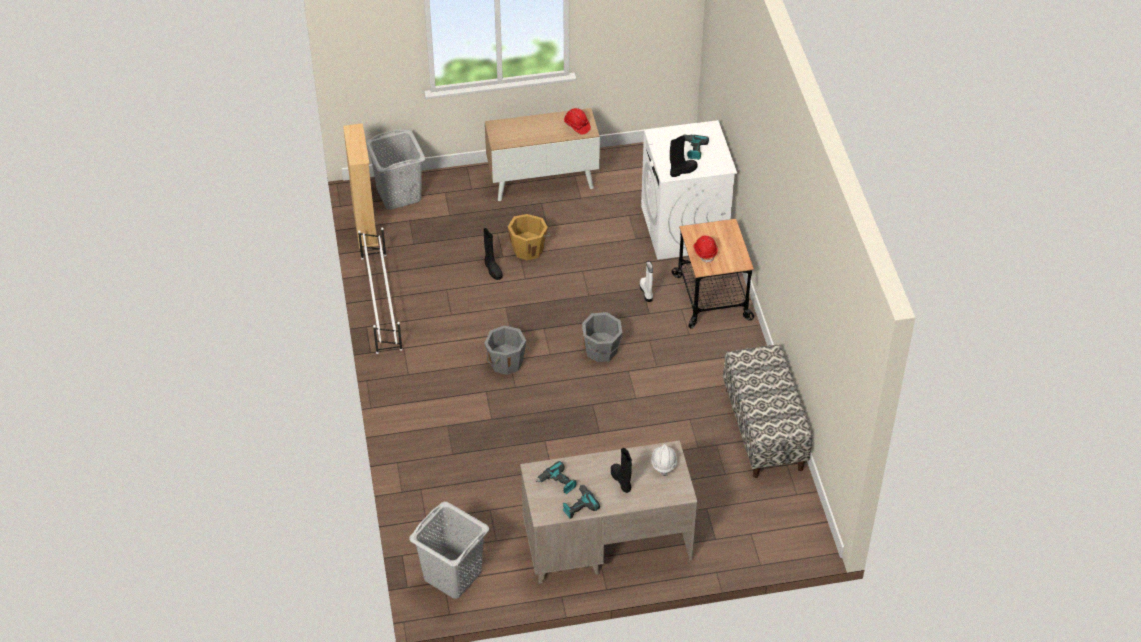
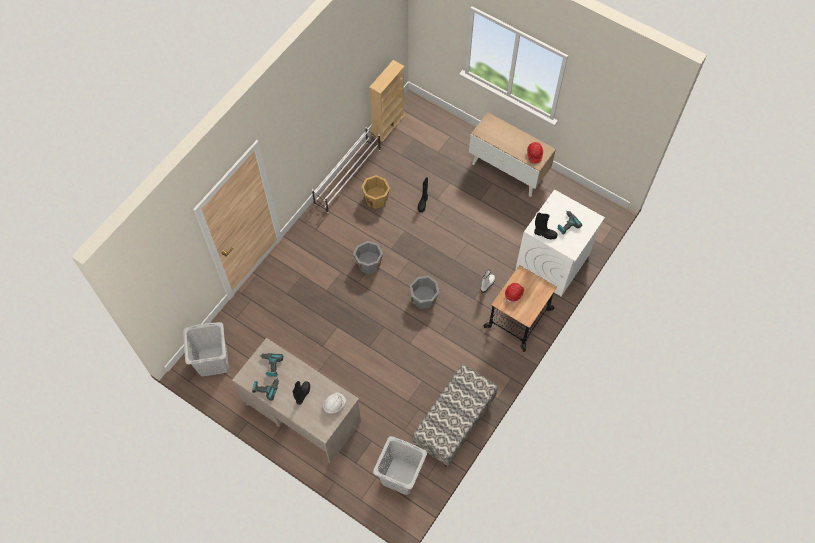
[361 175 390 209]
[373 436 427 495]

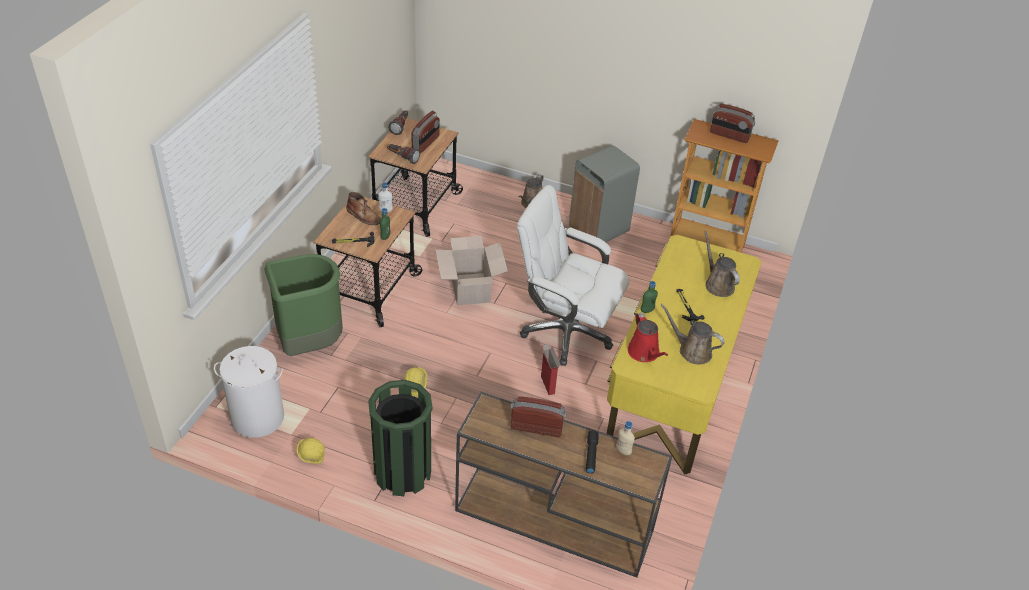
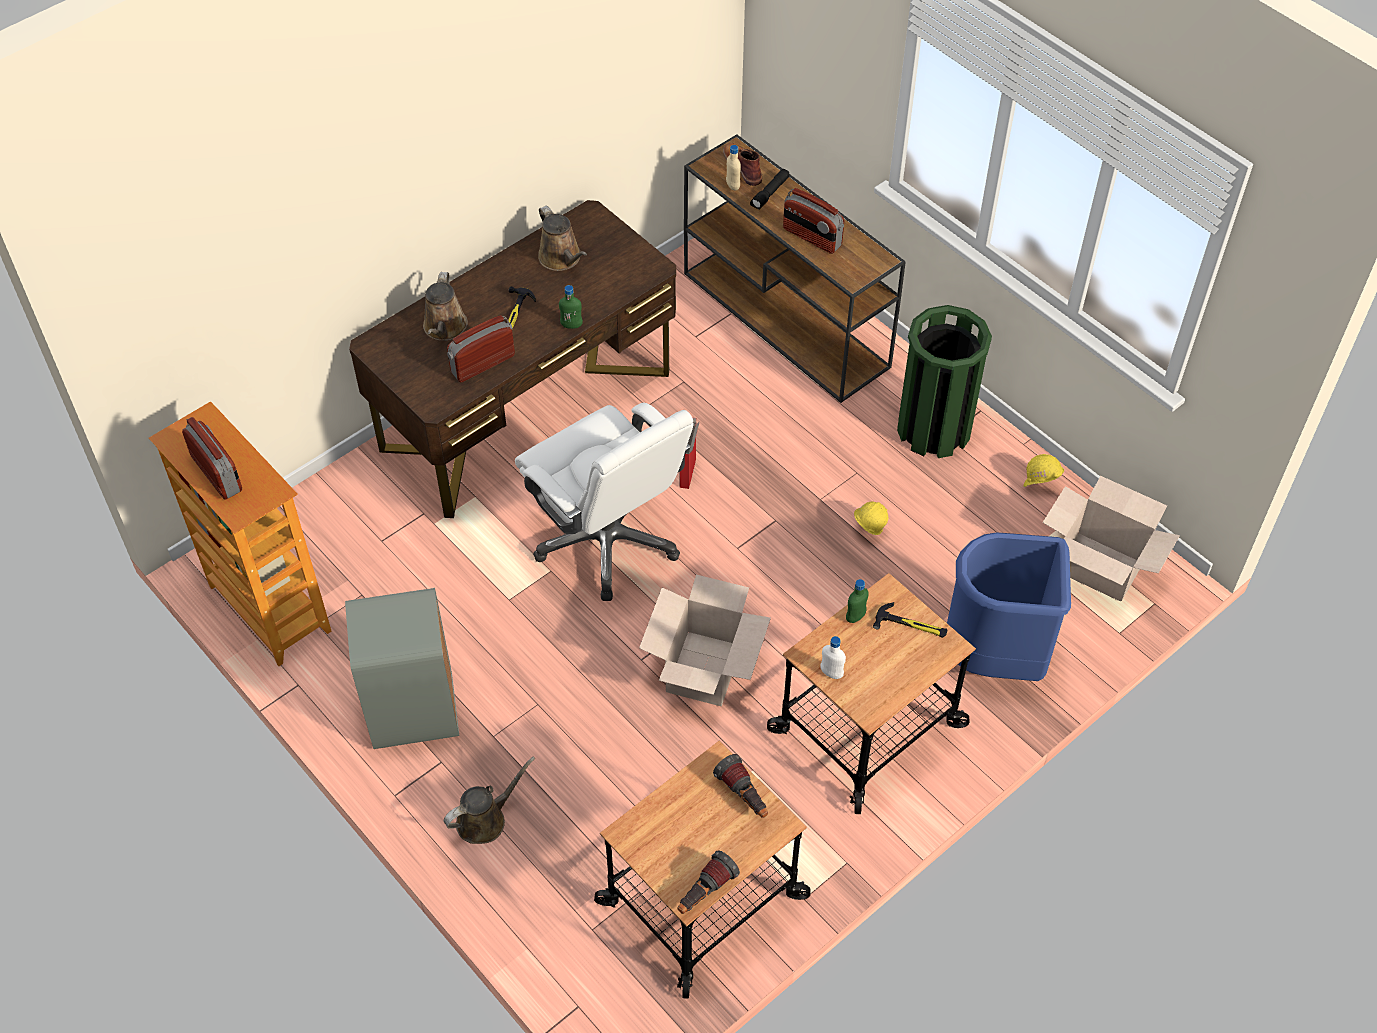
[349 200 676 518]
[447 315 515 382]
[723 143 762 186]
[947 532 1071 681]
[1043 476 1180 602]
[627 312 668 362] (first image)

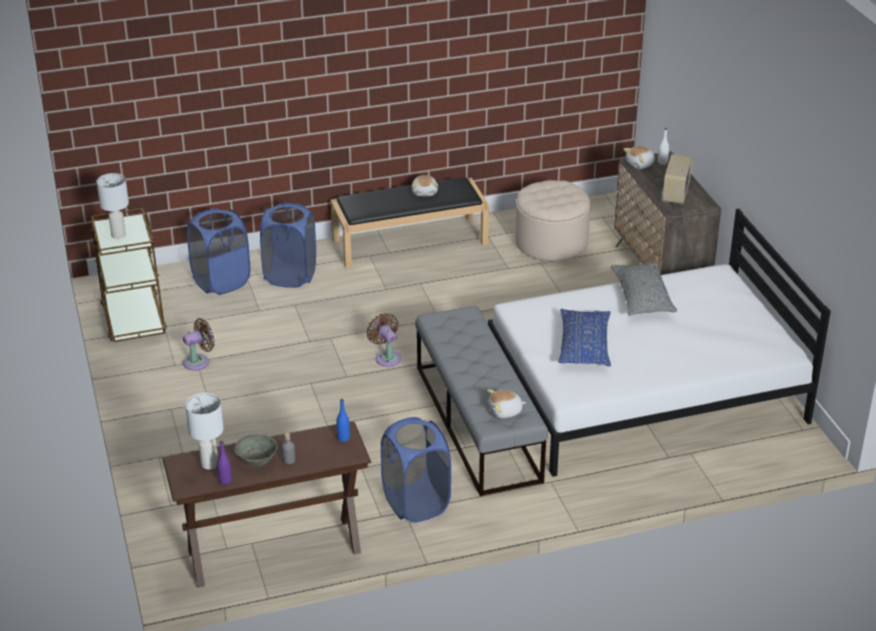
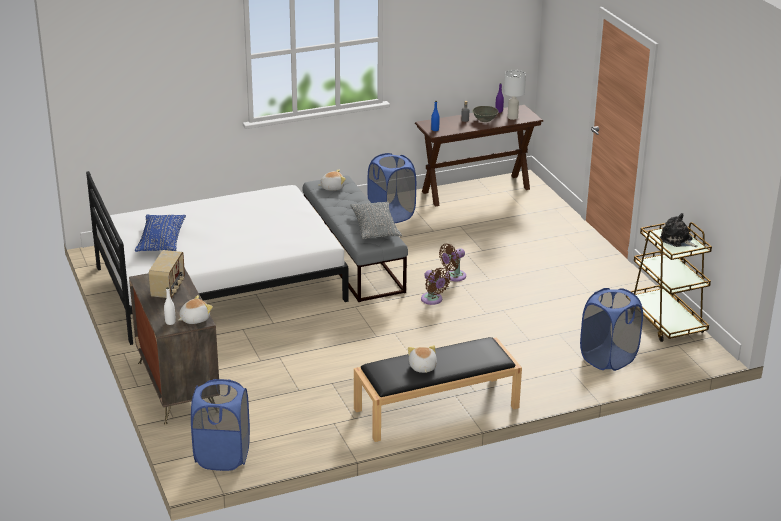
[135 214 186 252]
[191 379 250 471]
[350 201 402 239]
[439 244 466 281]
[660 213 698 247]
[515 180 591 261] (first image)

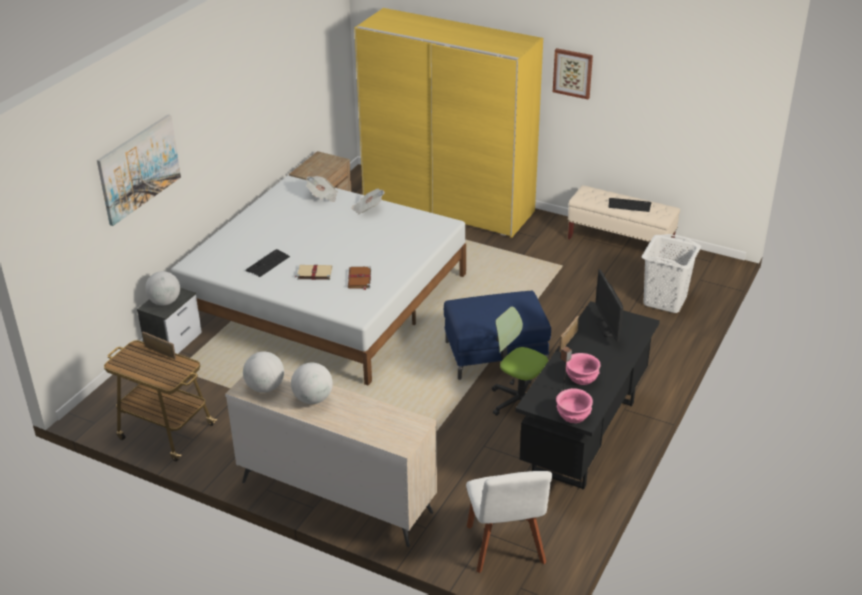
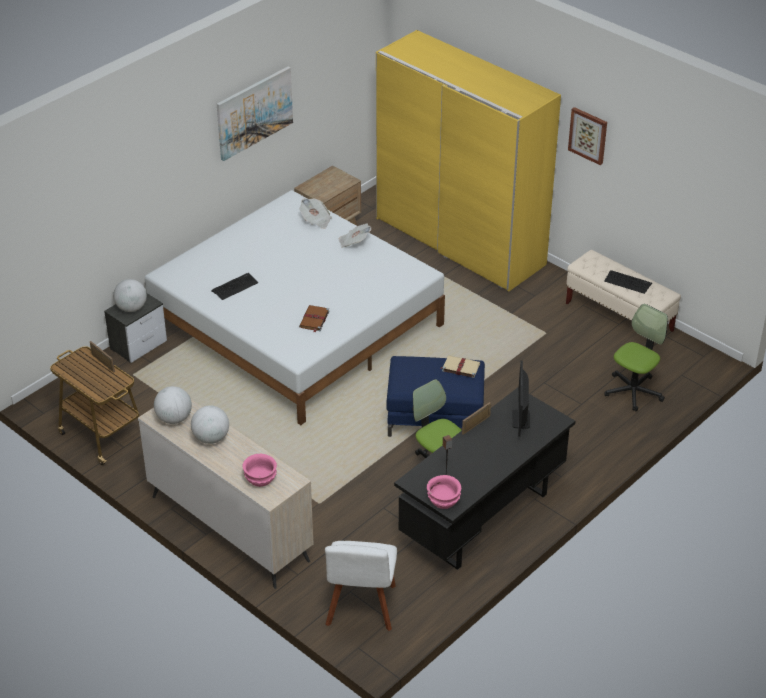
[217 67 293 161]
[242 454 277 487]
[441 355 480 378]
[604 304 668 412]

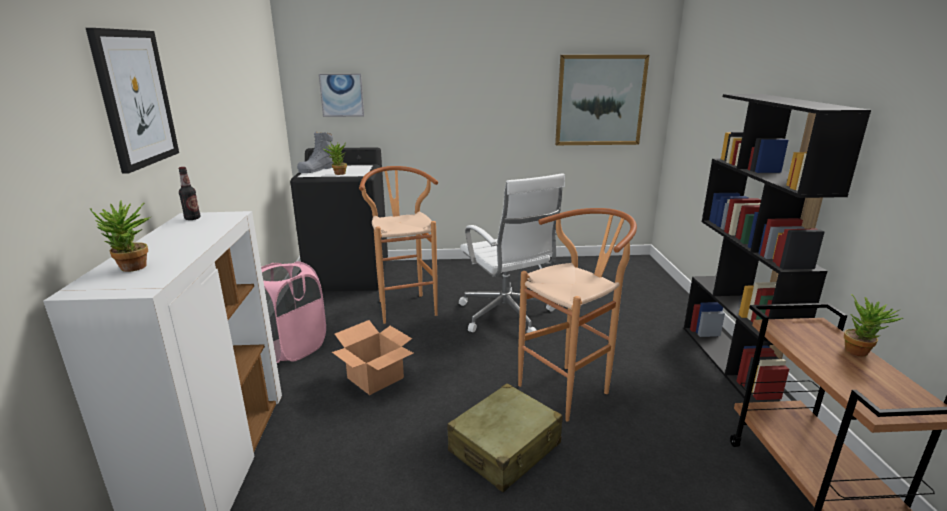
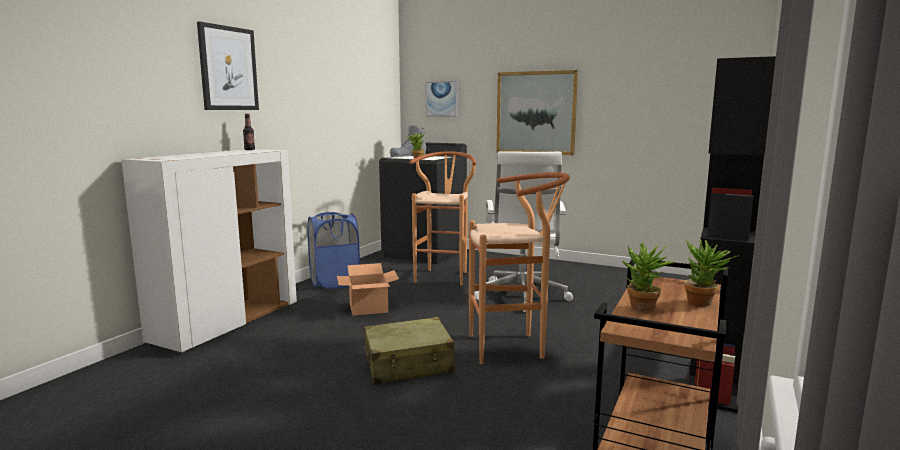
[307 212 360 289]
[496 70 578 155]
[621 241 675 312]

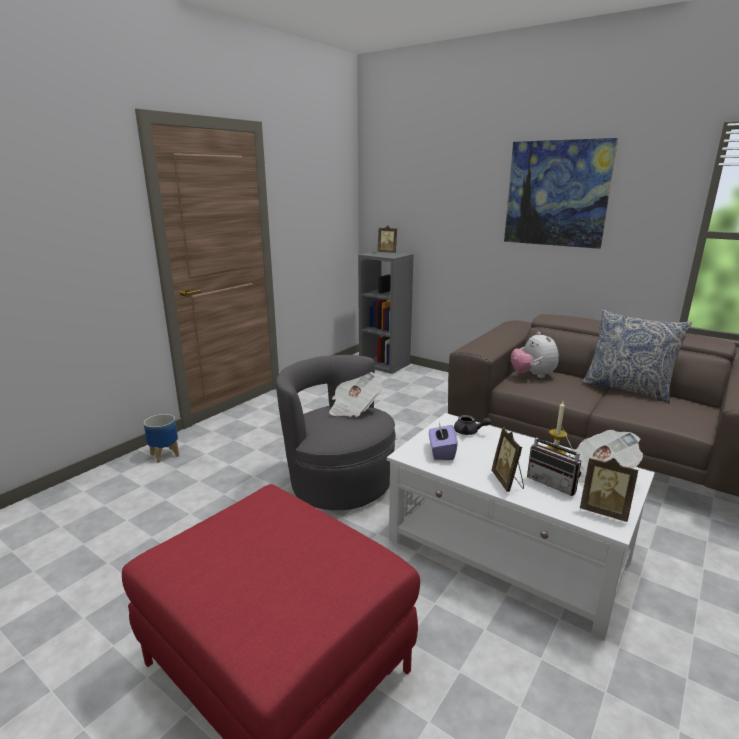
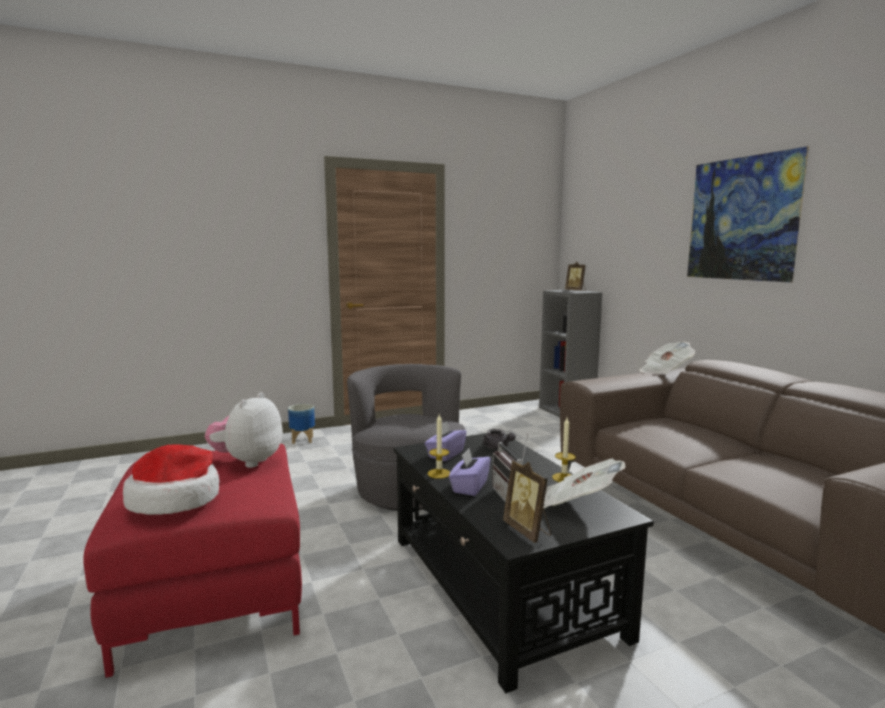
[123 445 219 515]
[205 392 283 468]
[393 433 654 693]
[428 414 450 479]
[449 448 490 496]
[640 342 695 374]
[582 310 692 403] (first image)

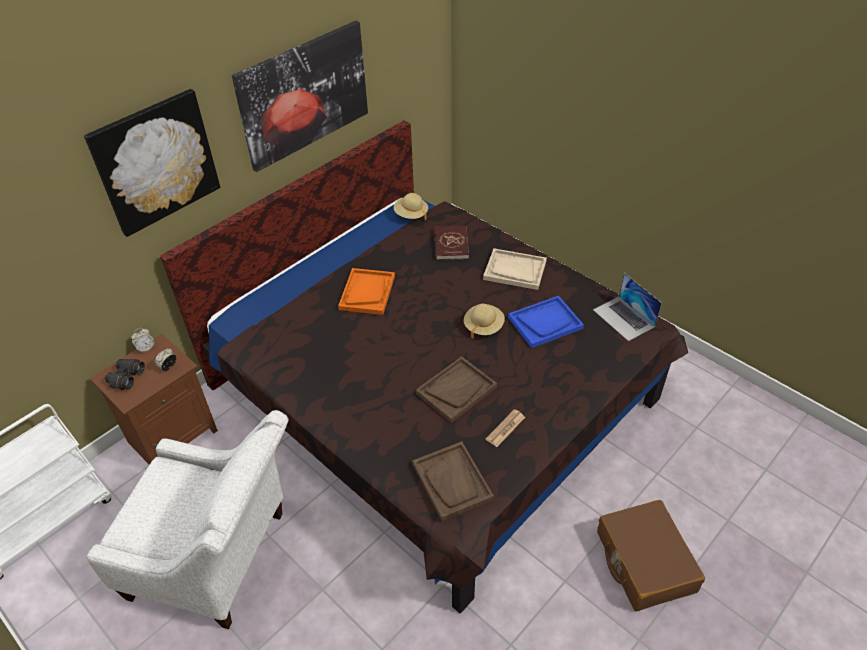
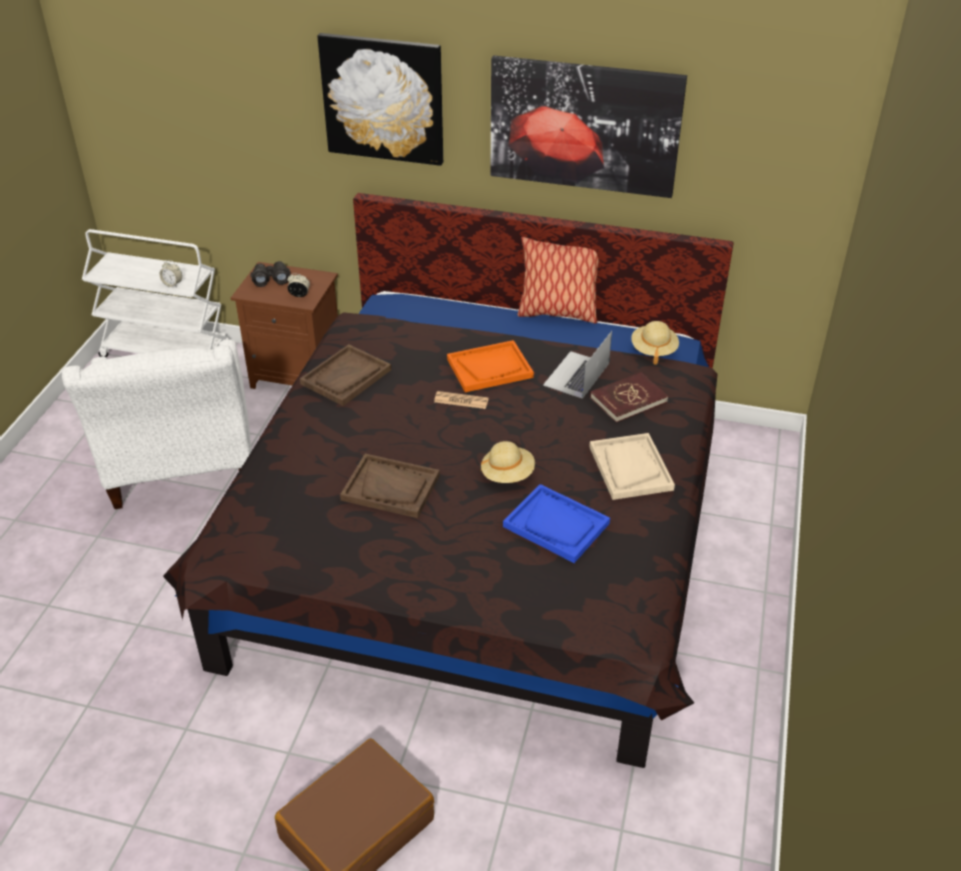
[160 260 182 288]
[300 344 391 406]
[434 391 489 409]
[517 237 598 324]
[543 331 612 399]

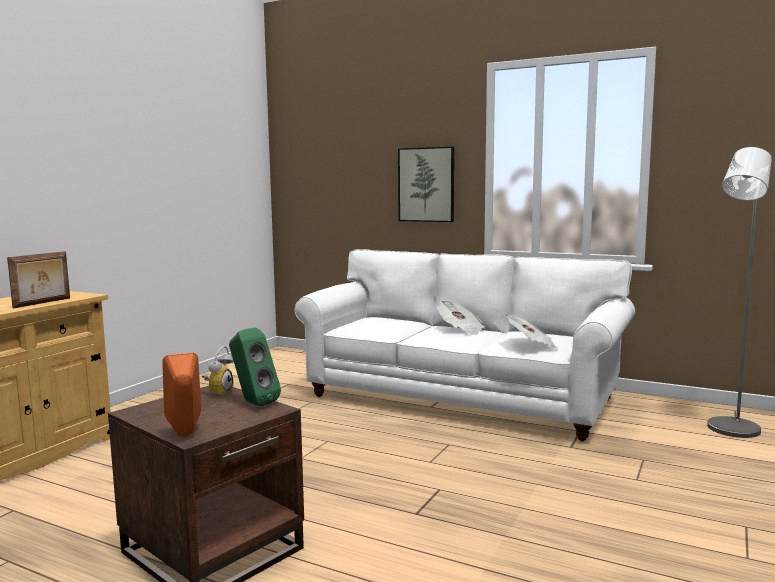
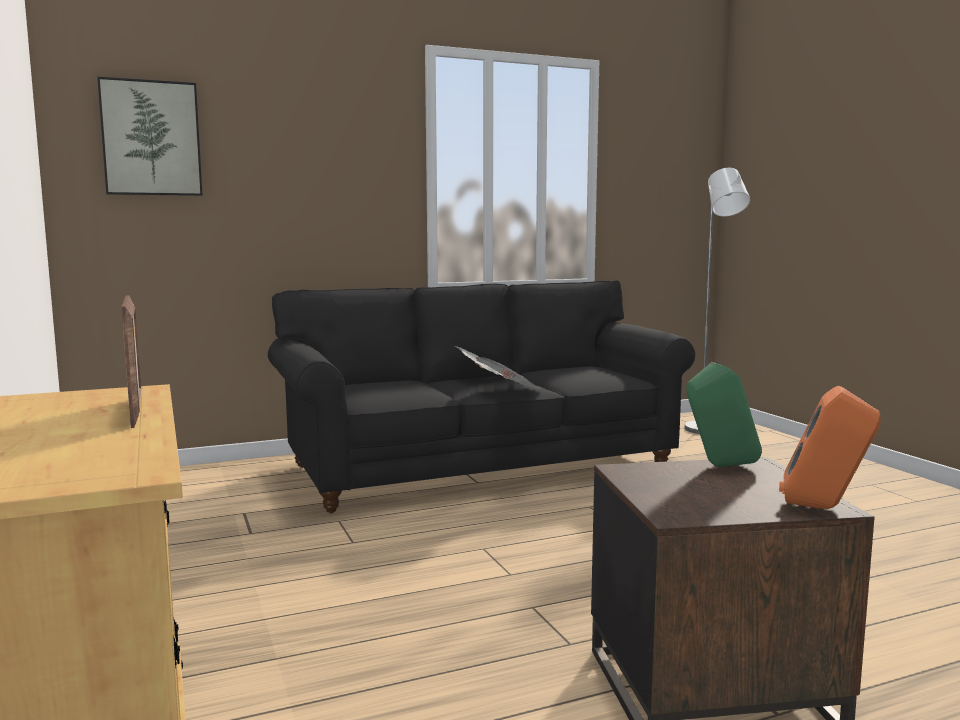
[97 77 202 196]
[268 280 695 514]
[477 357 543 389]
[202 346 234 396] (first image)

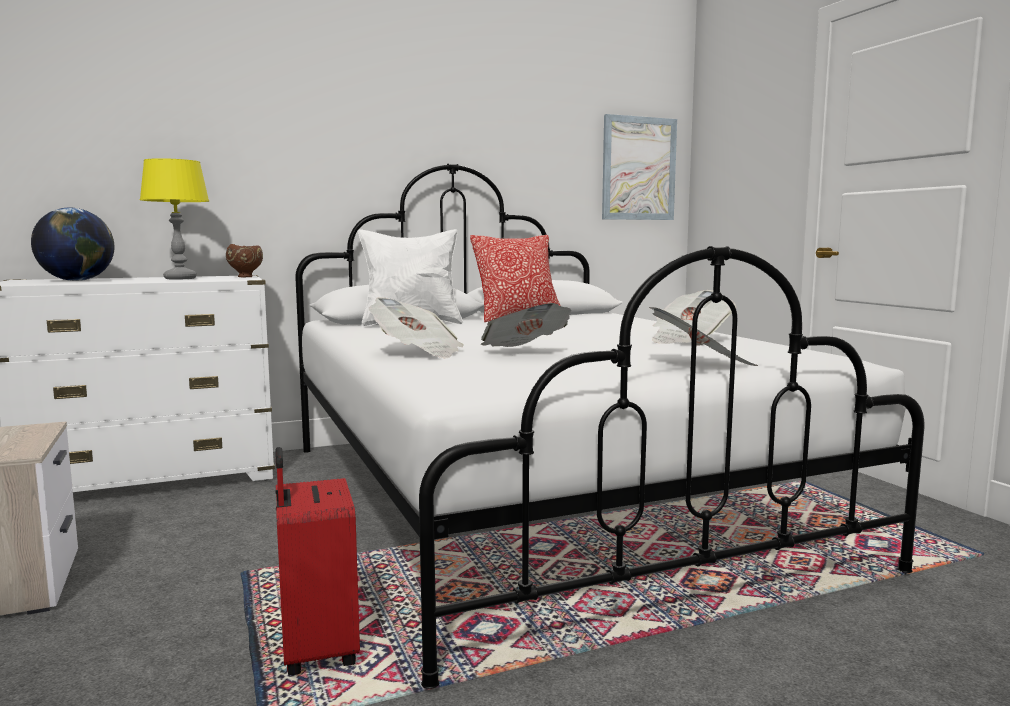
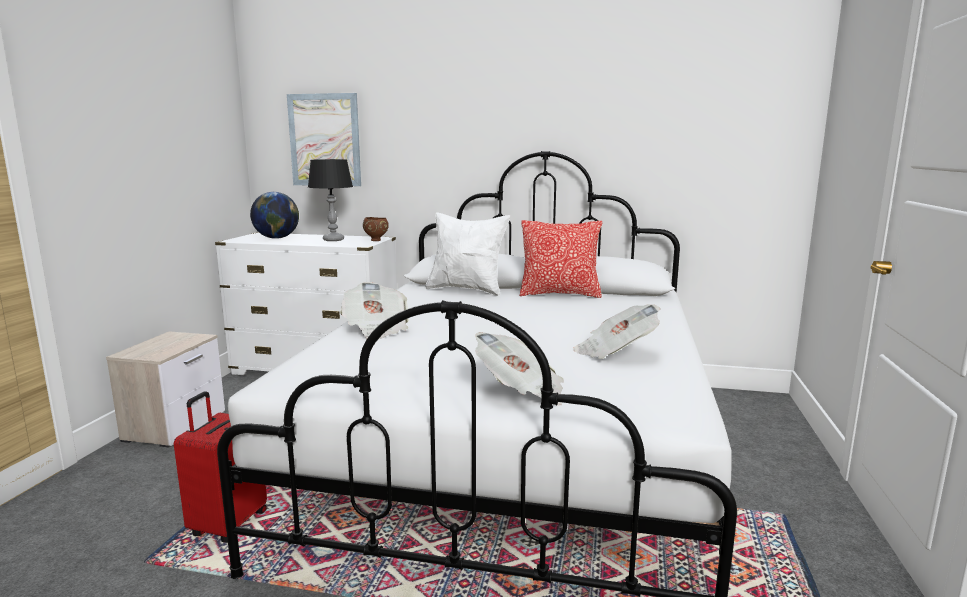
[287 93 361 186]
[308 159 353 241]
[481 303 572 347] (first image)

